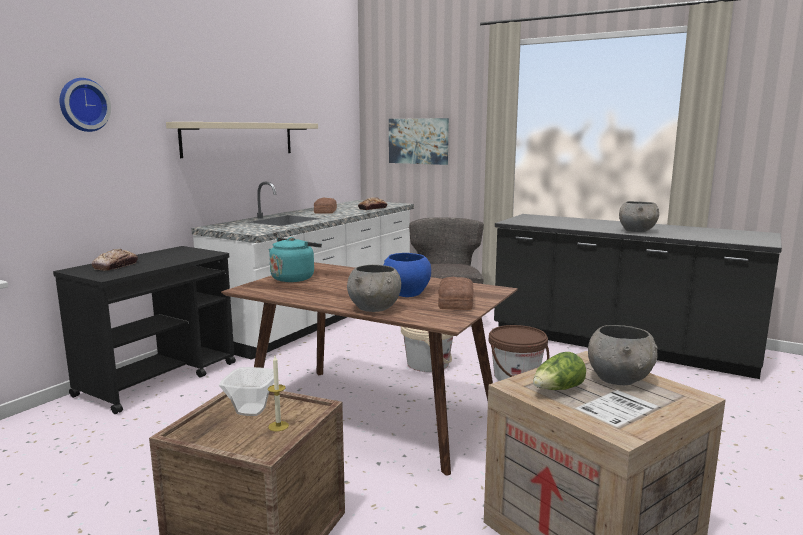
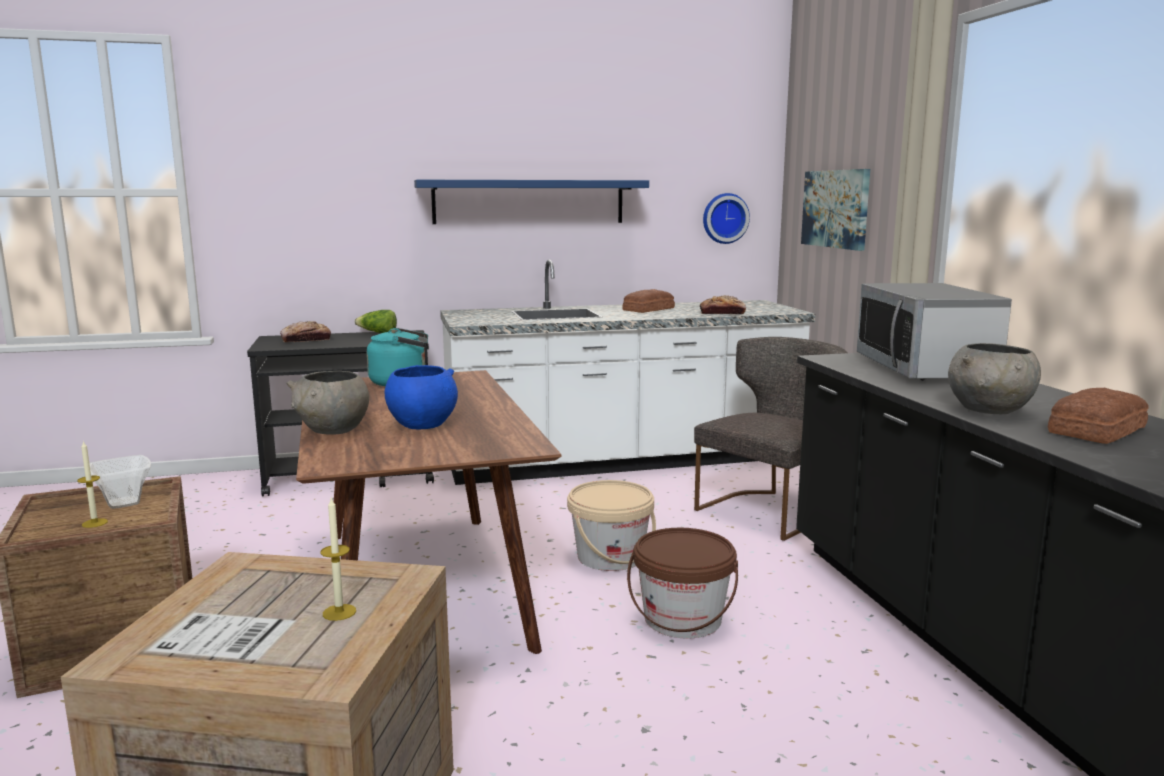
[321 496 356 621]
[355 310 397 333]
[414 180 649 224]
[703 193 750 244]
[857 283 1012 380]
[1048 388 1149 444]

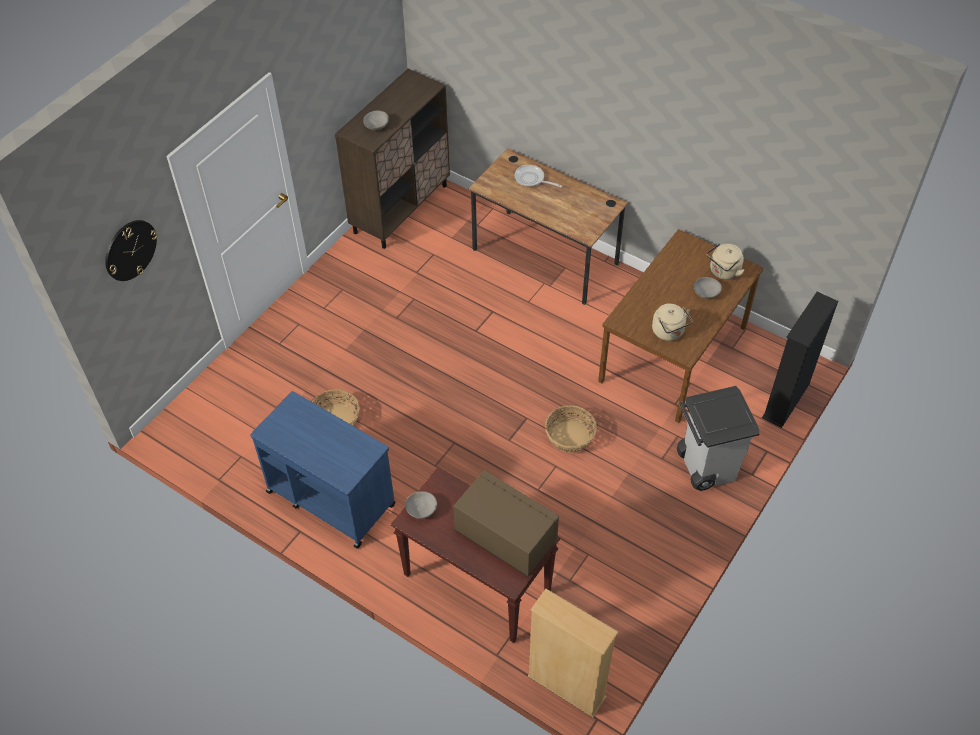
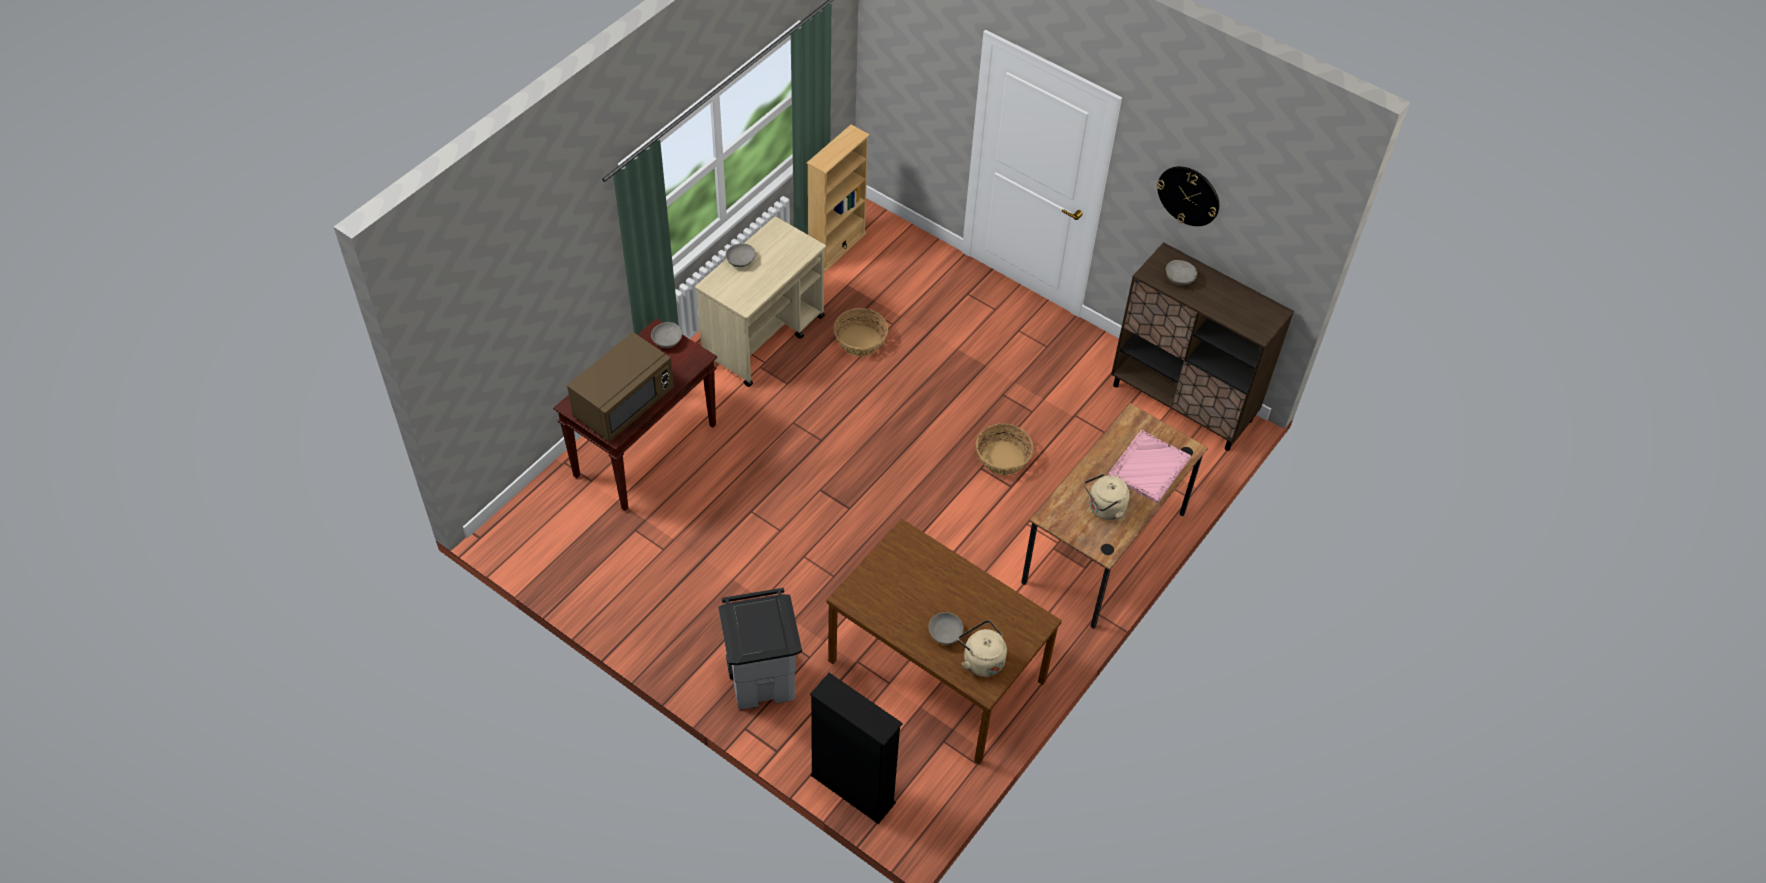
[695 216 826 387]
[726 244 756 267]
[807 125 870 272]
[976 423 1034 475]
[1084 474 1130 520]
[1109 430 1191 503]
[1157 166 1219 226]

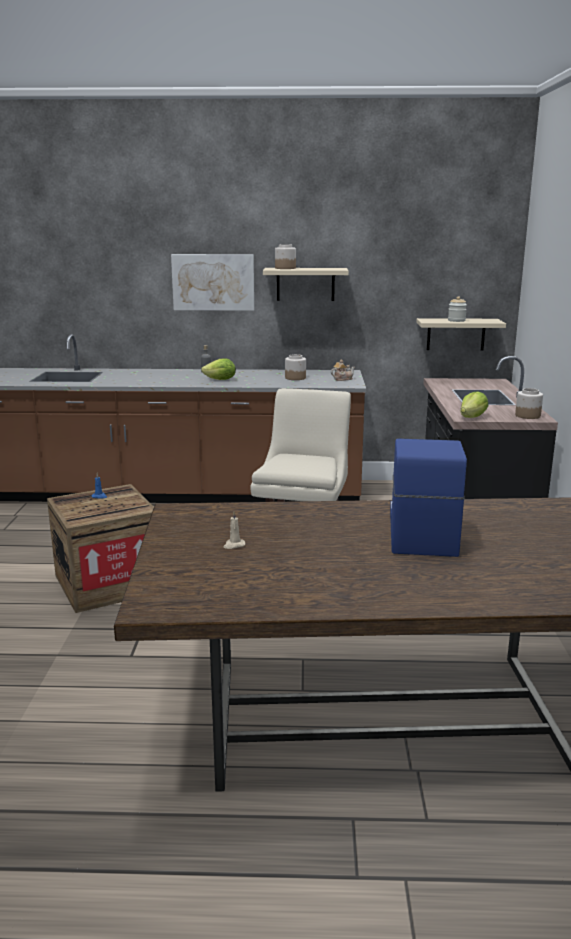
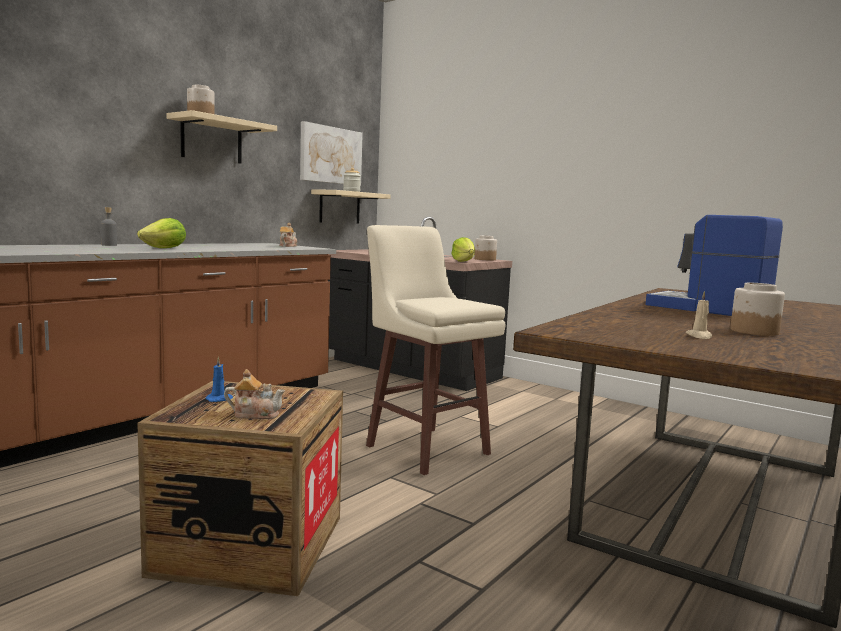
[224 369 285 419]
[300 121 363 185]
[730 283 785 336]

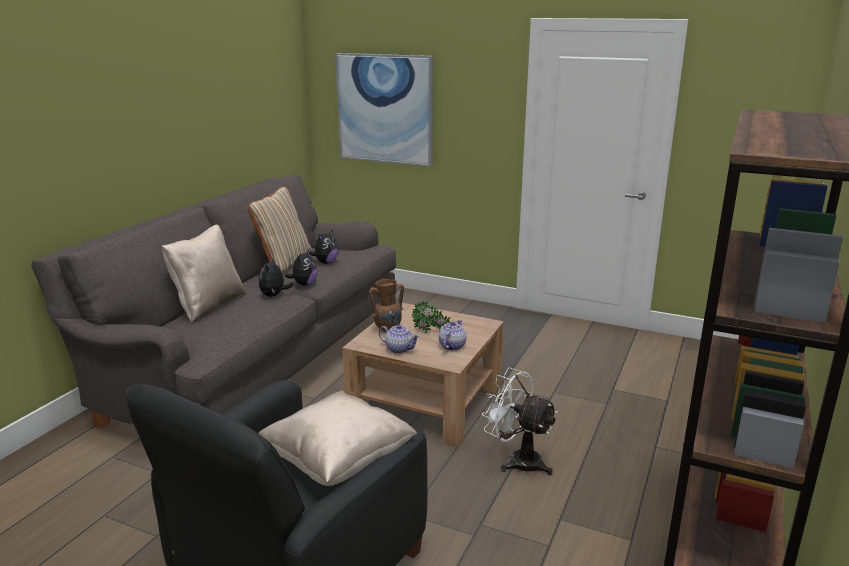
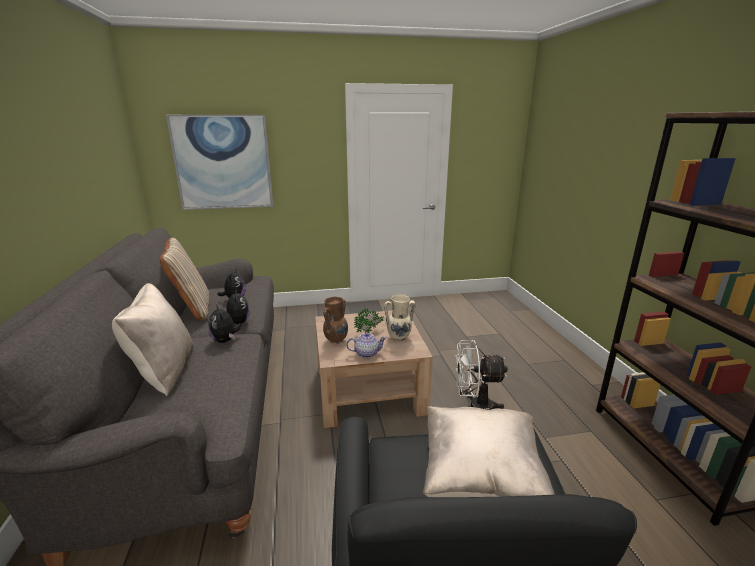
[384 294 416 341]

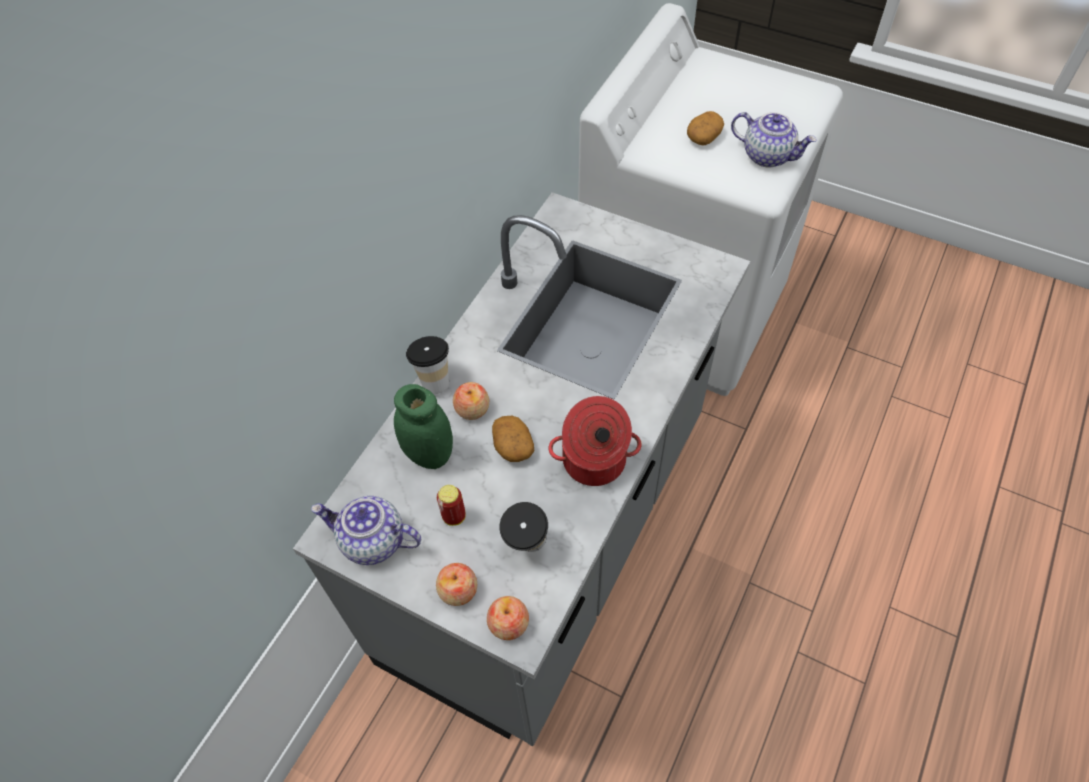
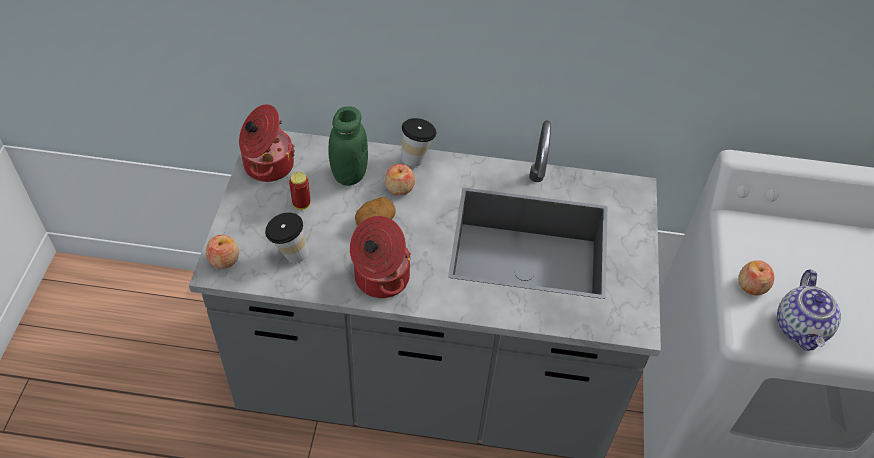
[239 104 295 182]
[739 260 774 295]
[687 111 724 146] (first image)

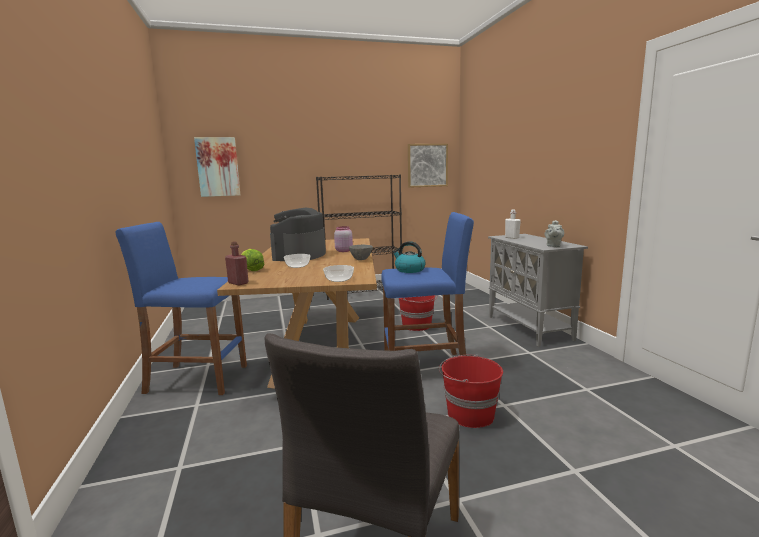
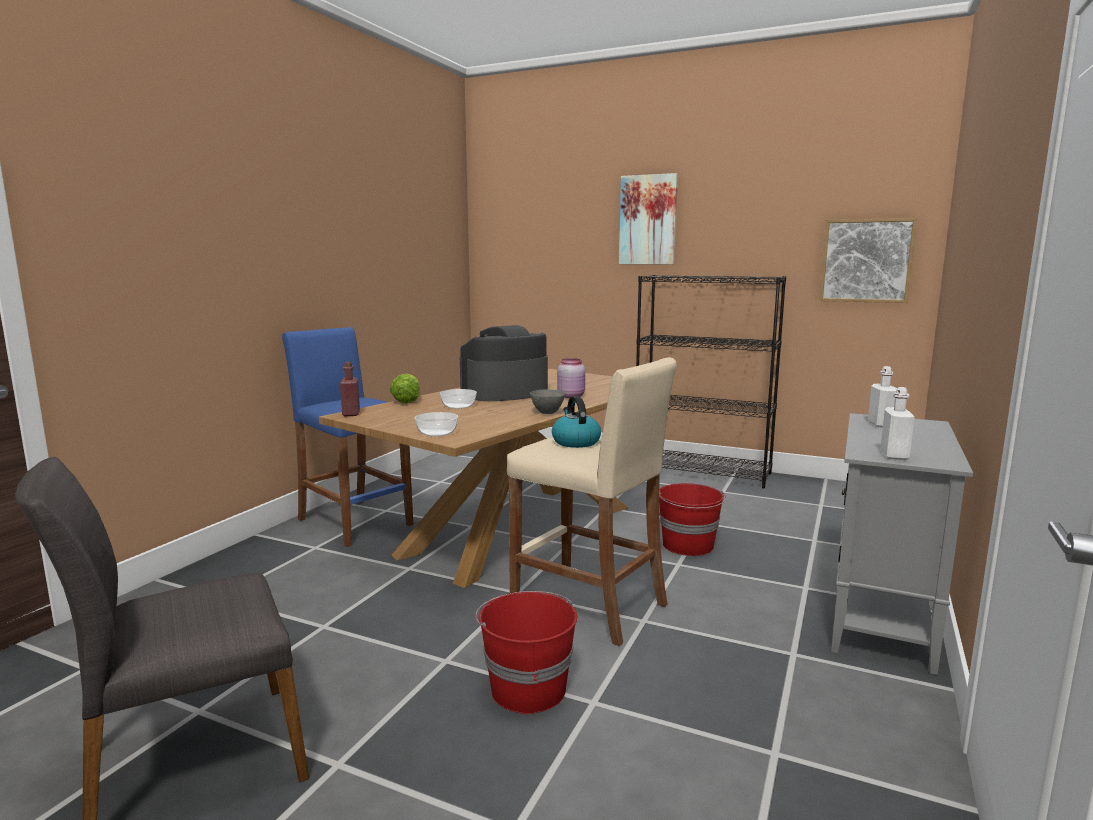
[507 357 676 646]
[619 173 678 264]
[880 387 915 460]

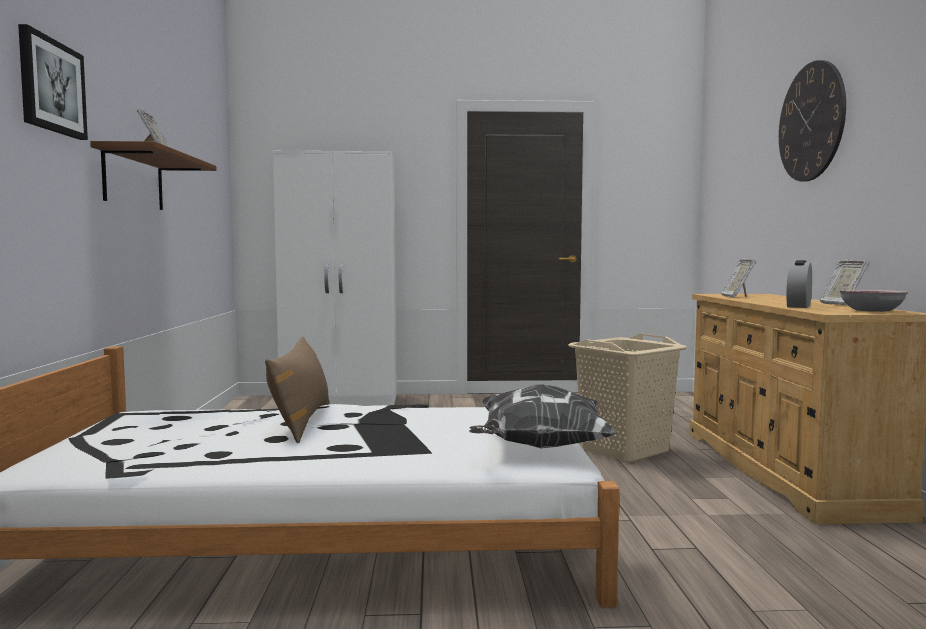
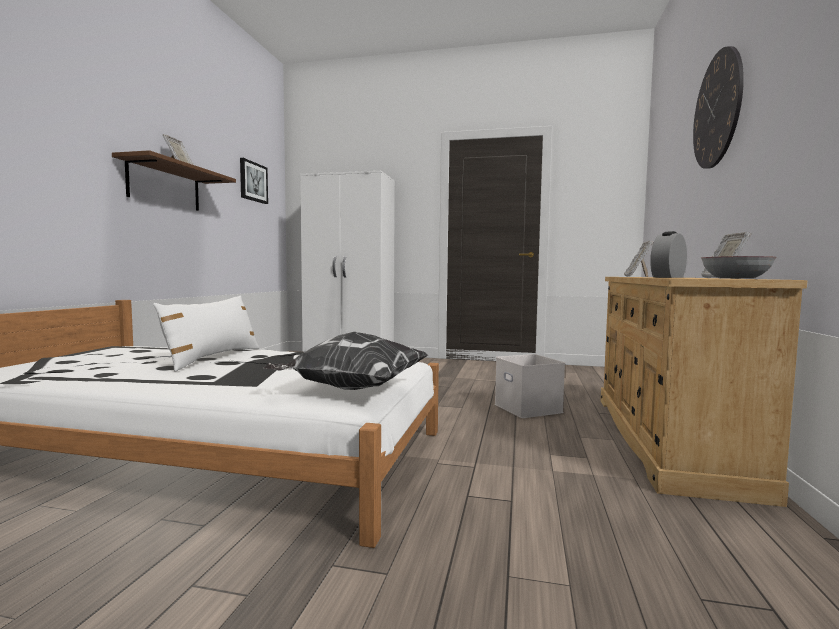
[153 295 260 372]
[240 158 268 204]
[495 354 565 418]

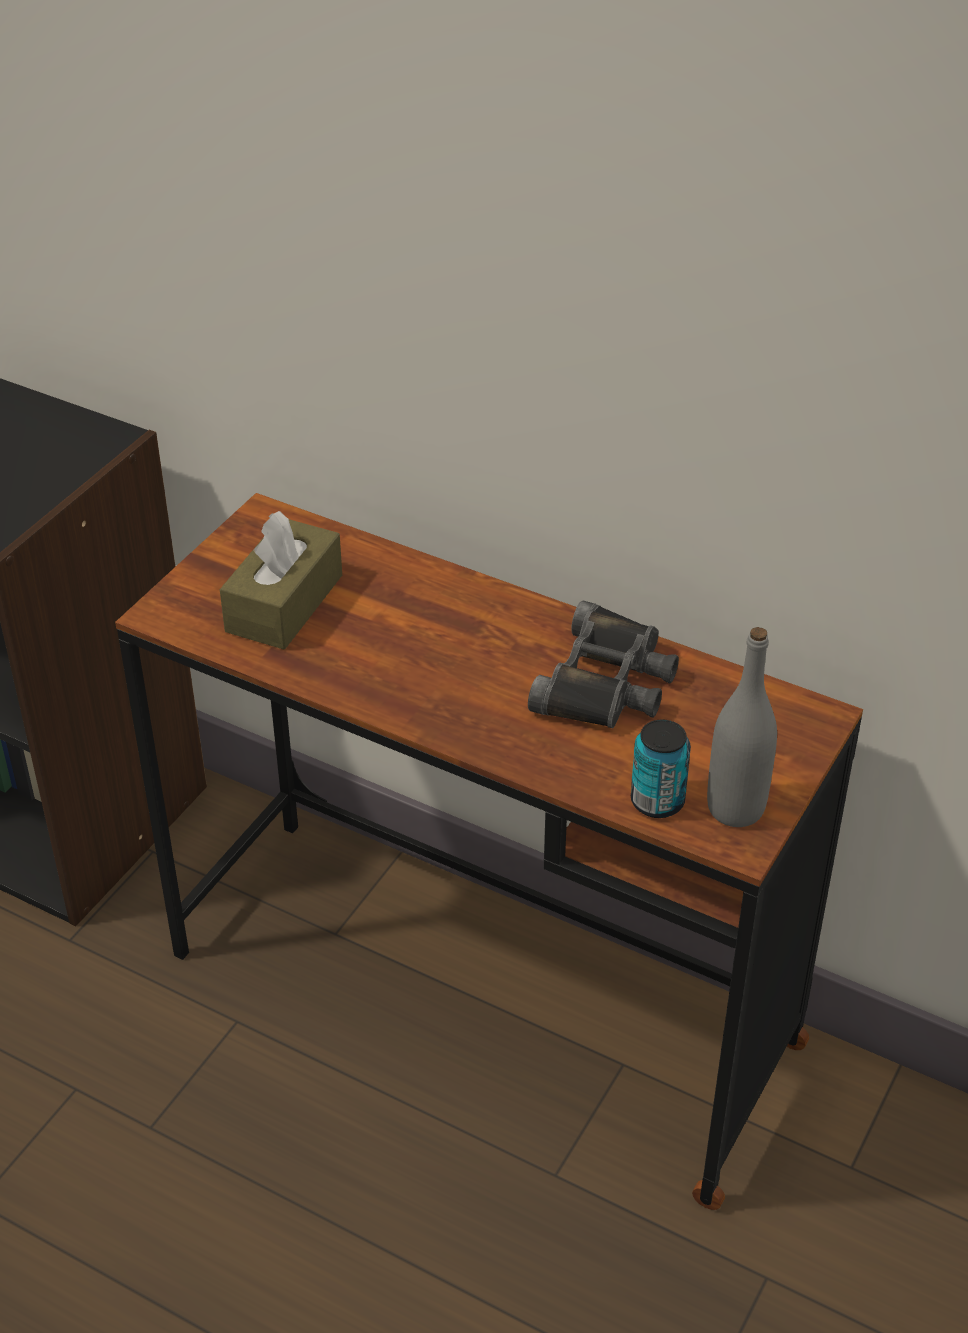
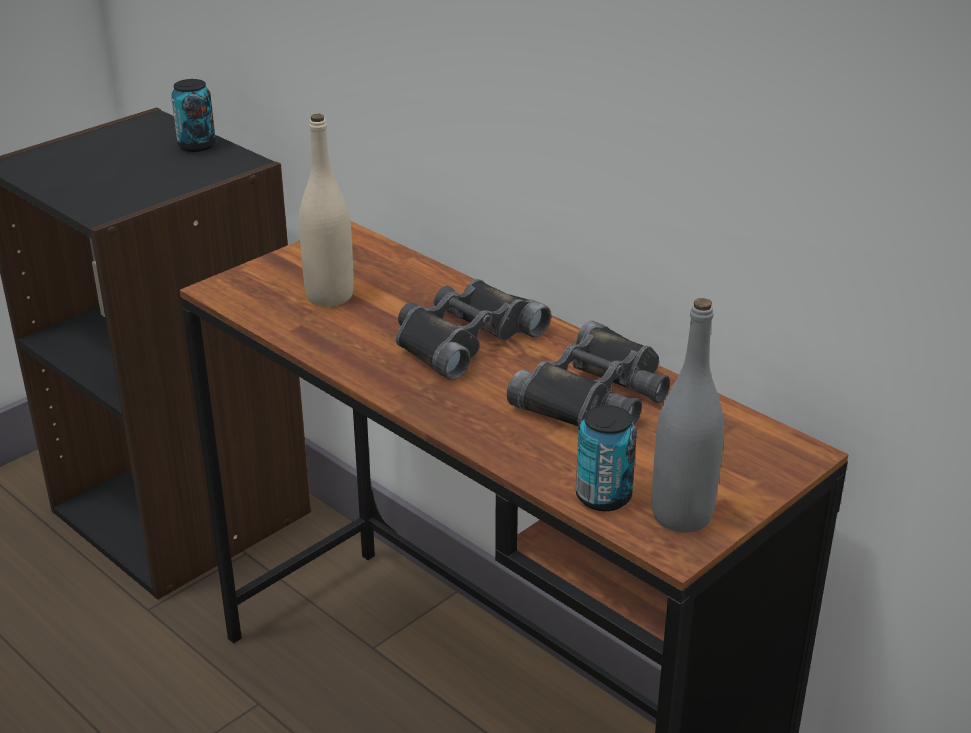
[171 79 216 152]
[299 114 354 306]
[396 279 551 380]

